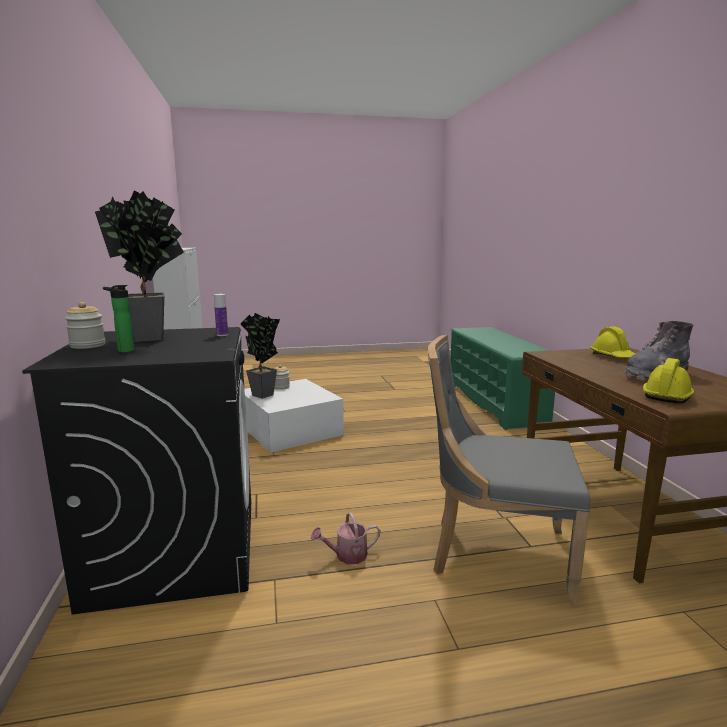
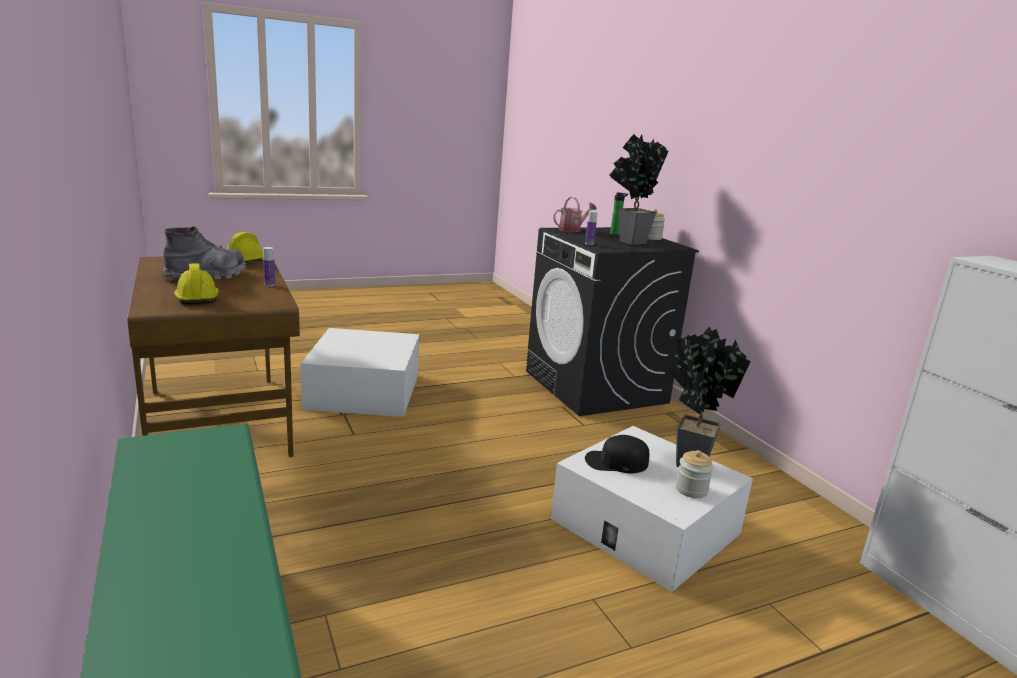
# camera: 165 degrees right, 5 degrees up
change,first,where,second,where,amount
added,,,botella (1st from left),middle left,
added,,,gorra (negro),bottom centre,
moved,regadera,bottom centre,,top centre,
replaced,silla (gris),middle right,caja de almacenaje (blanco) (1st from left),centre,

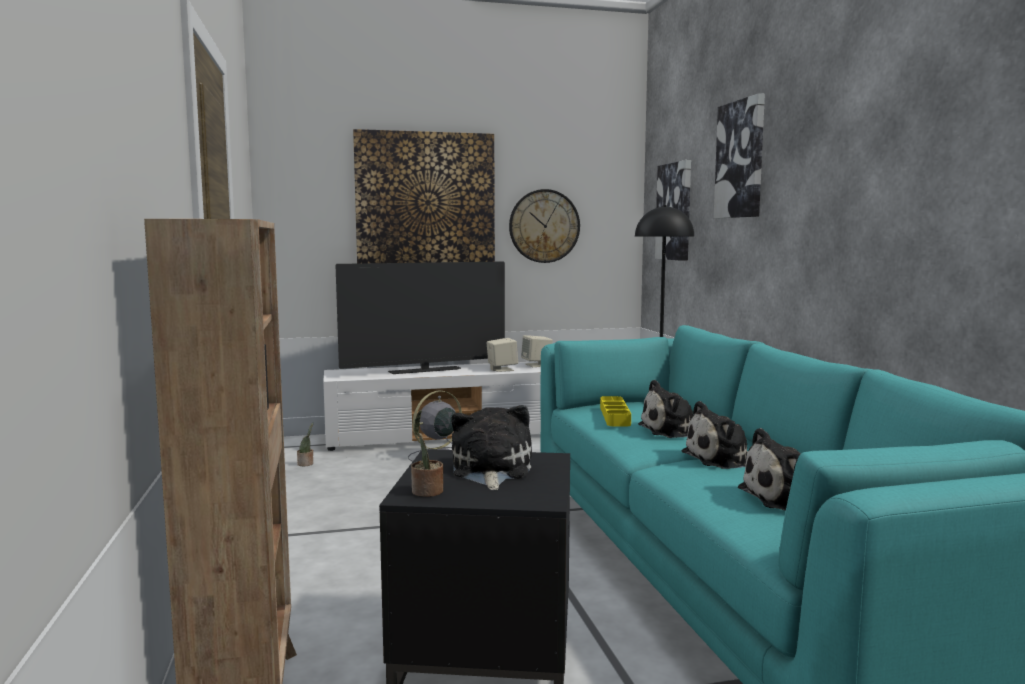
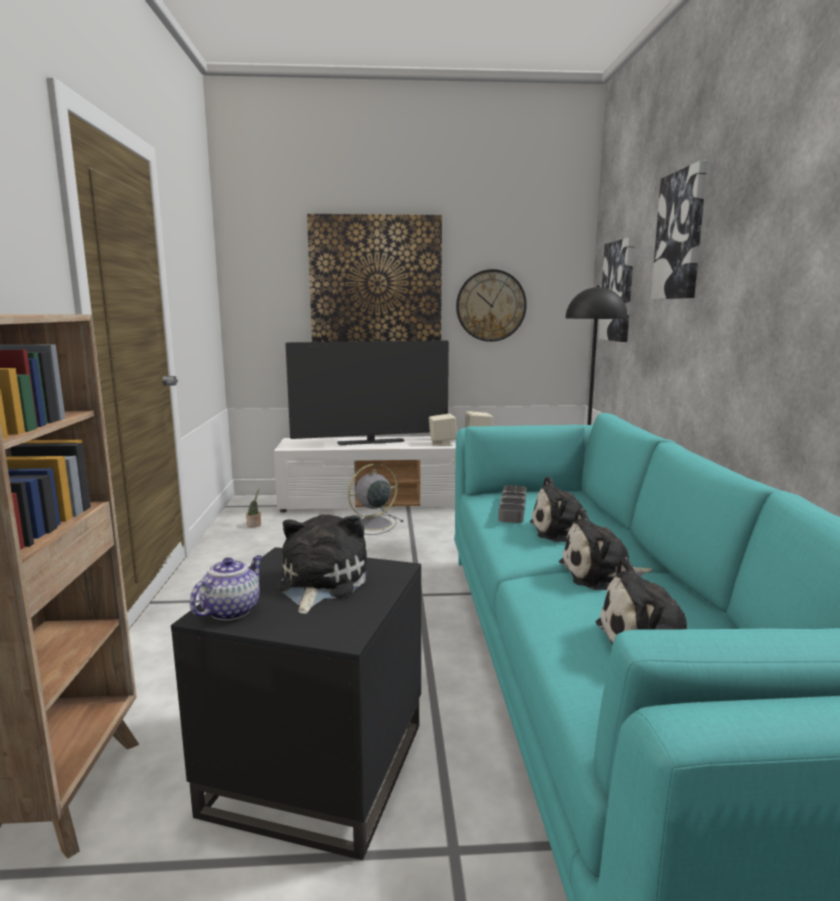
# camera: 10 degrees right, 5 degrees up
change,first,where,second,where,amount
replaced,planta en maceta (2nd from left),centre,tetera,middle left,
recoloured,bandeja (amarillo),centre,bandeja (gris),centre,

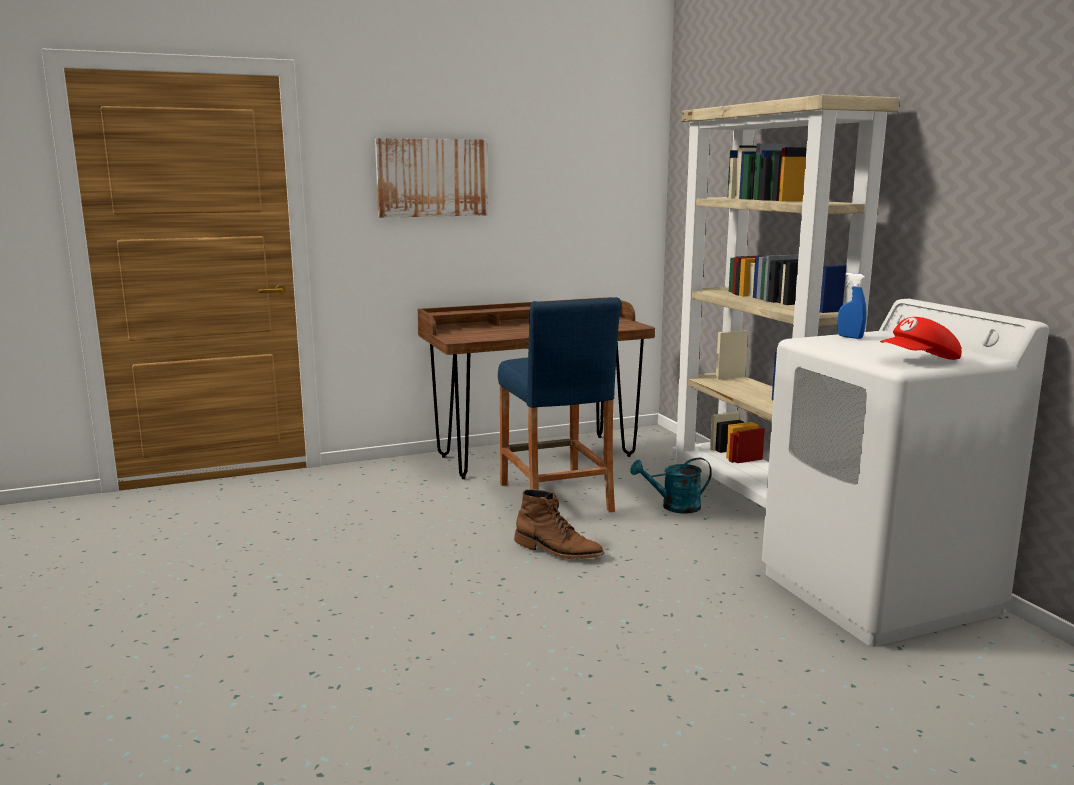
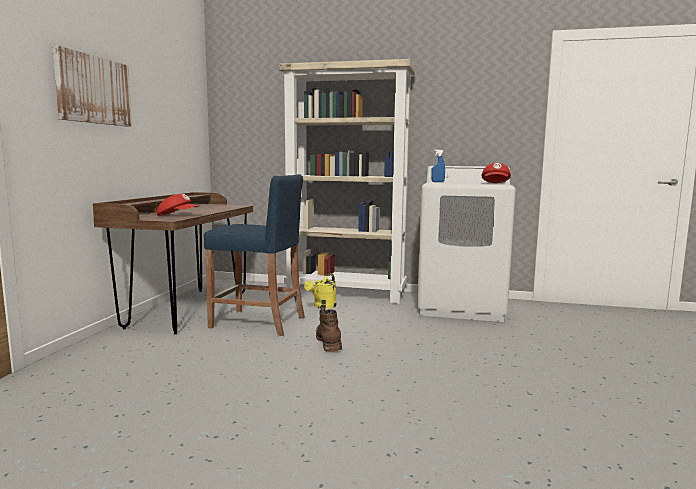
# camera: 55 degrees left, 5 degrees down
change,first,where,second,where,amount
added,,,gorra (rojo) (1st from left),middle left,
recoloured,regadera (turquesa),centre,regadera (amarillo),centre,
turned,bota (marrón),bottom centre,,bottom centre,75 degrees counterclockwise

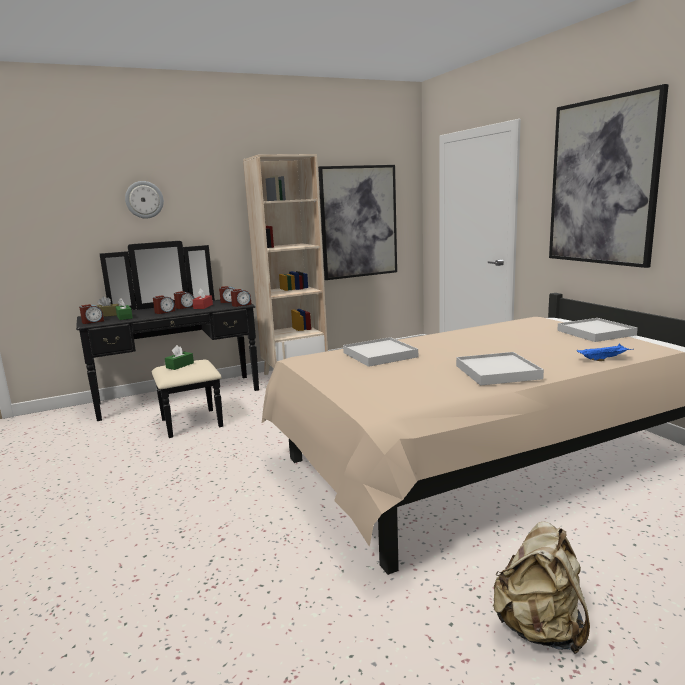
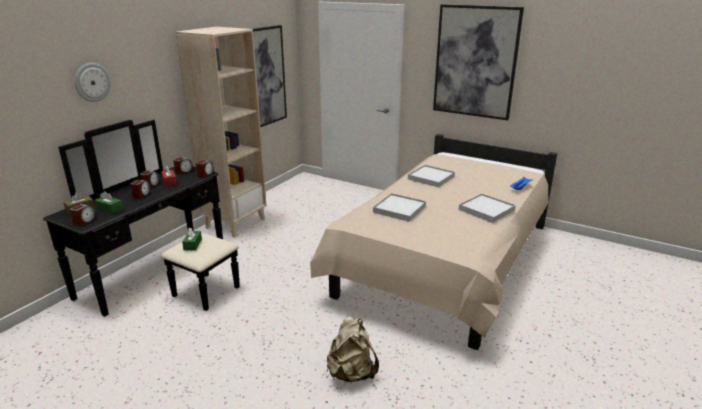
# camera: 35 degrees left, 10 degrees up
change,first,where,second,where,amount
moved,mochila (beis),bottom right,,bottom centre,
moved,bandeja (blanco) (3rd from left in the first image),middle right,bandeja (blanco) (2nd from left),centre,

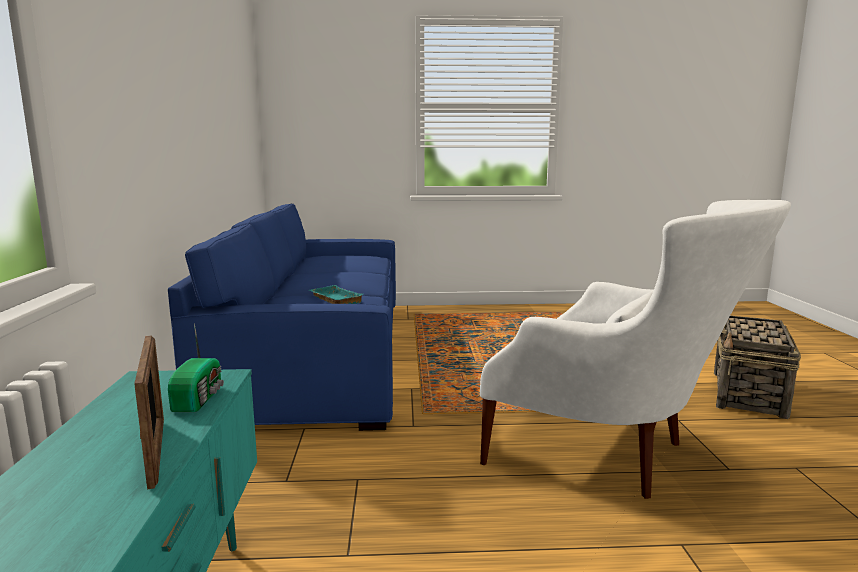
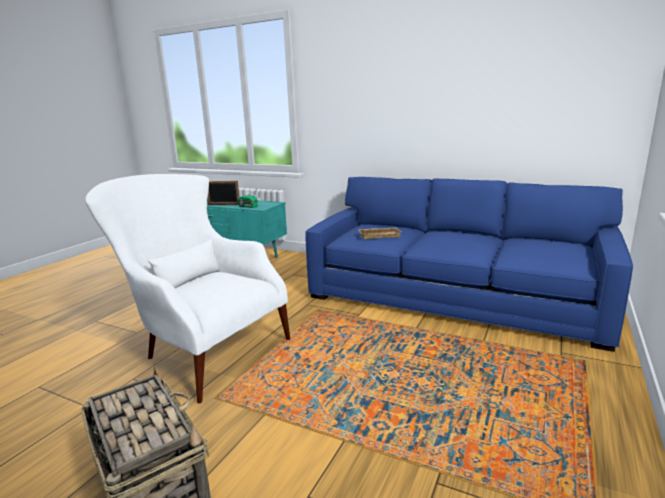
# camera: 120 degrees right, 5 degrees up
change,first,where,second,where,amount
recoloured,bandeja (turquesa),centre,bandeja (beis),centre,
turned,sillón (blanco),middle right,,middle left,60 degrees clockwise

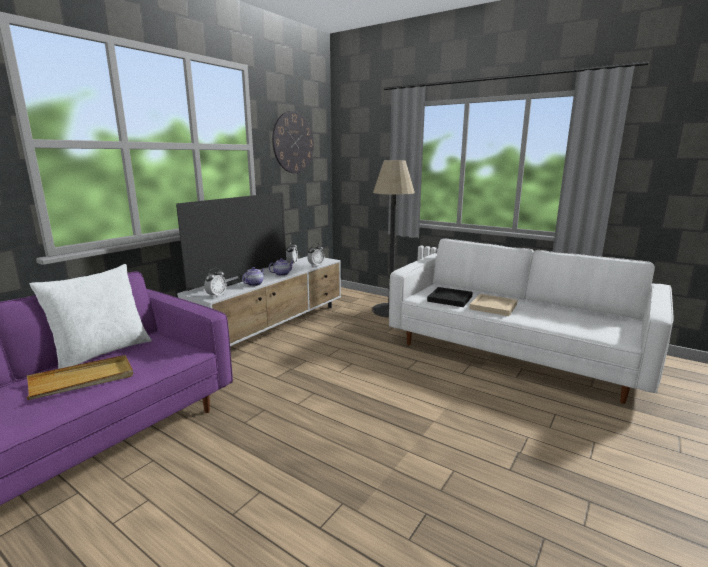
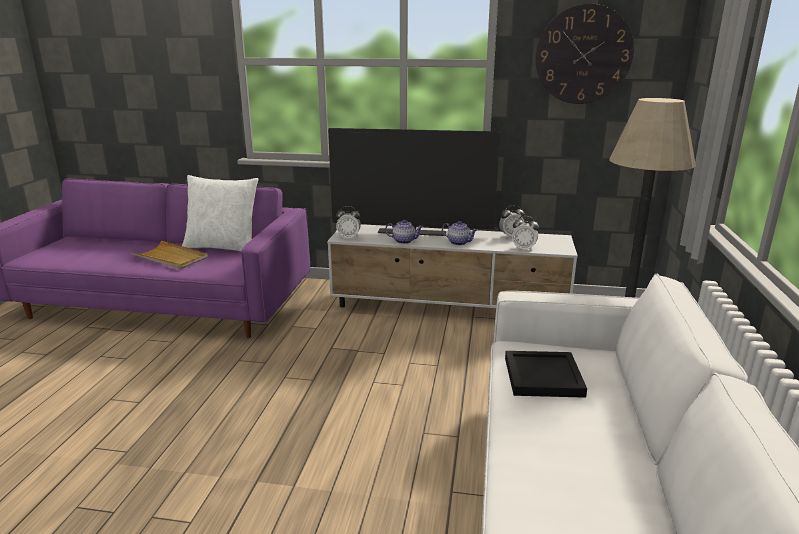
# camera: 65 degrees right, 5 degrees up
change,first,where,second,where,amount
removed,bandeja (beis) (2nd from left),middle right,,,

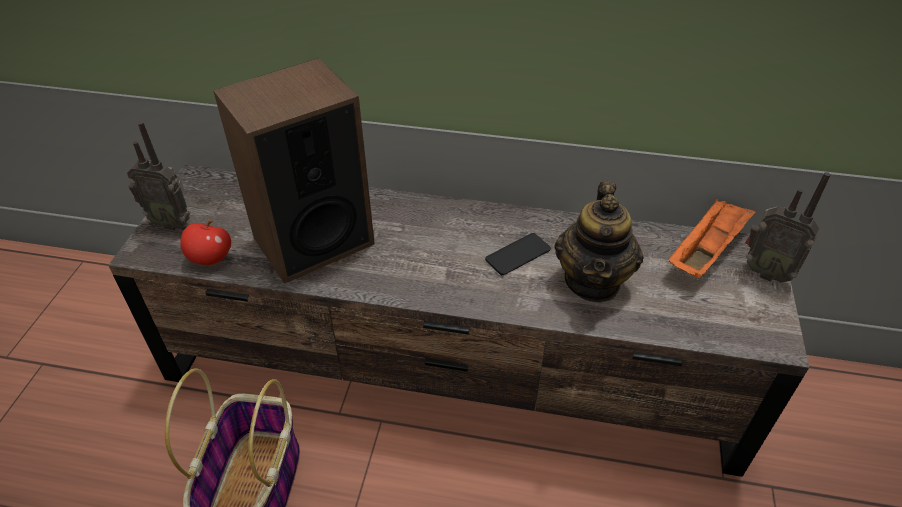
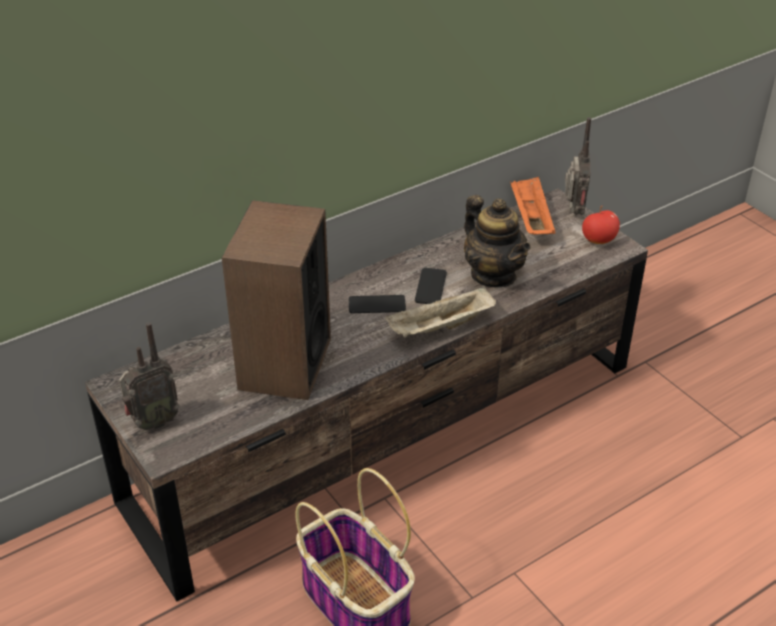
# camera: 45 degrees left, 5 degrees down
change,first,where,second,where,amount
added,,,móvil (1st from left),centre,
added,,,bandeja (beis),centre,
moved,manzana,middle left,,middle right,
turned,radio (2nd from left),middle right,,top right,75 degrees counterclockwise

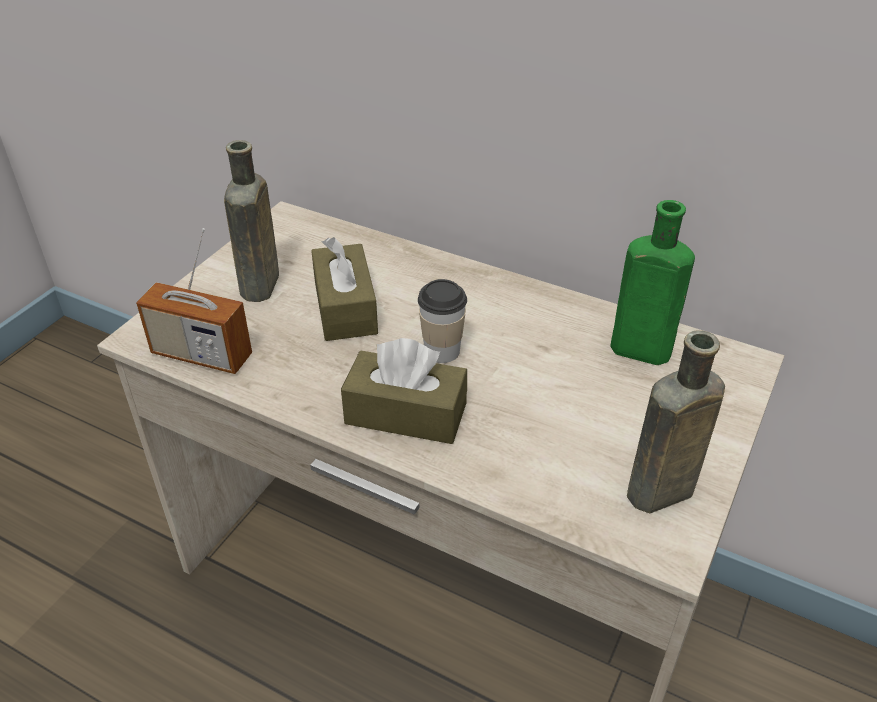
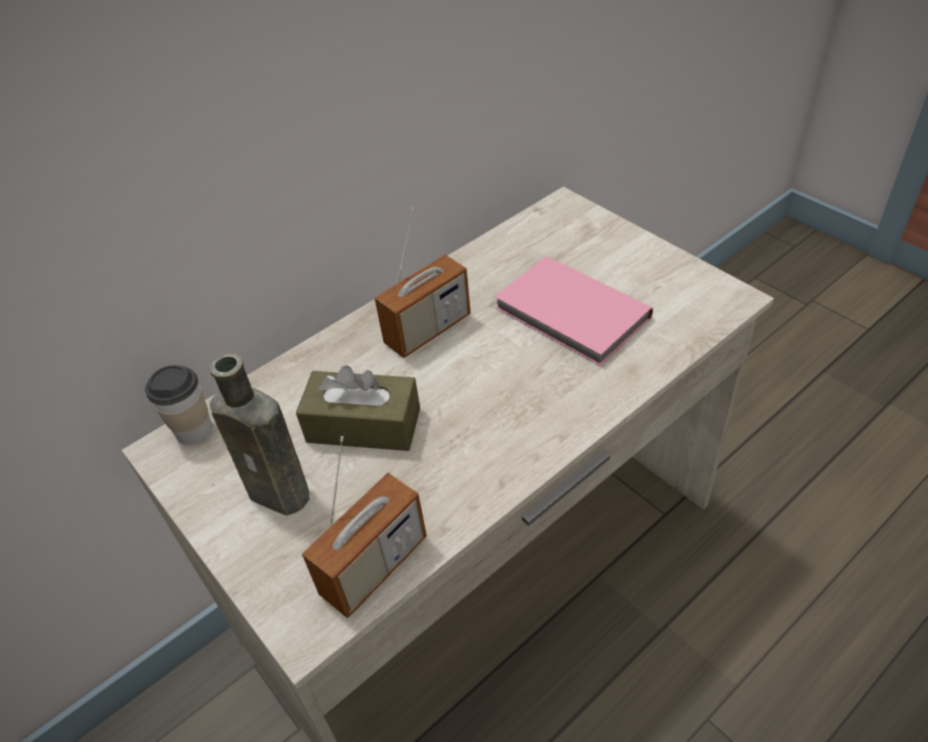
# camera: 65 degrees left, 5 degrees up
change,first,where,second,where,amount
removed,caja de pañuelos (marrón) (2nd from left),centre,,,
removed,botella (verde),middle right,,,
removed,botella (marrón) (2nd from left),middle right,,,
added,,,radio (2nd from left),centre,
added,,,libro (rosa),centre,
moved,taza,centre,,middle left,

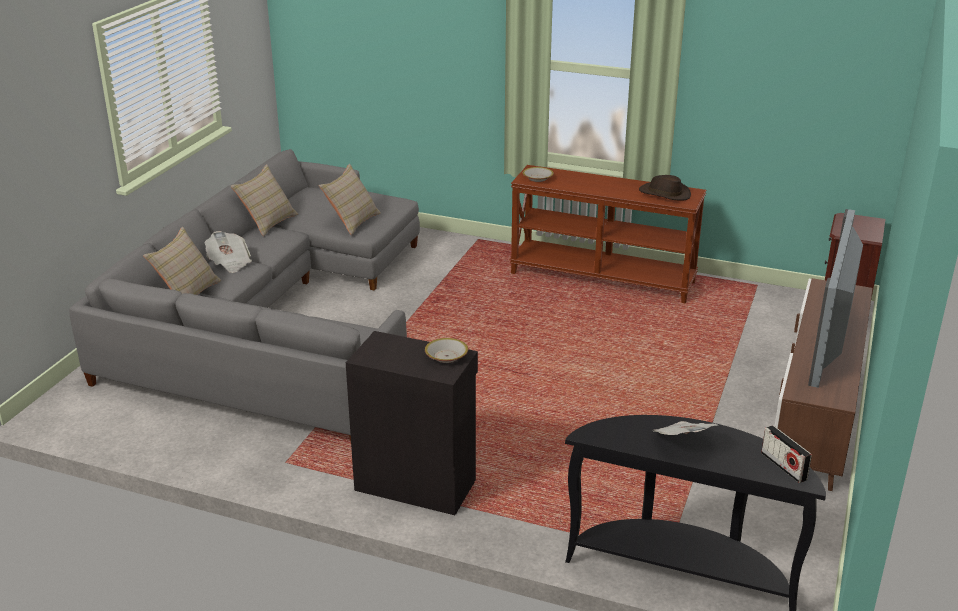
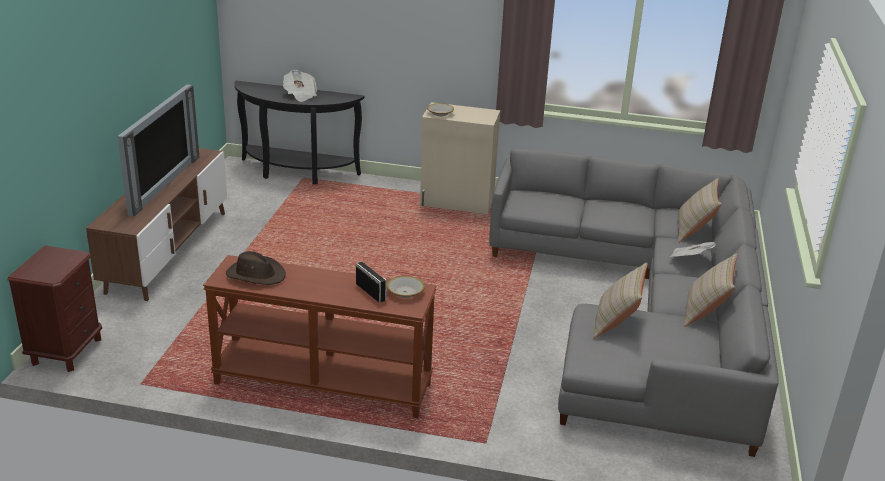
# camera: 170 degrees right, 0 degrees up
change,first,where,second,where,amount
moved,radio,bottom right,,centre,
recoloured,armario (negro),bottom centre,armario (beis),top centre,

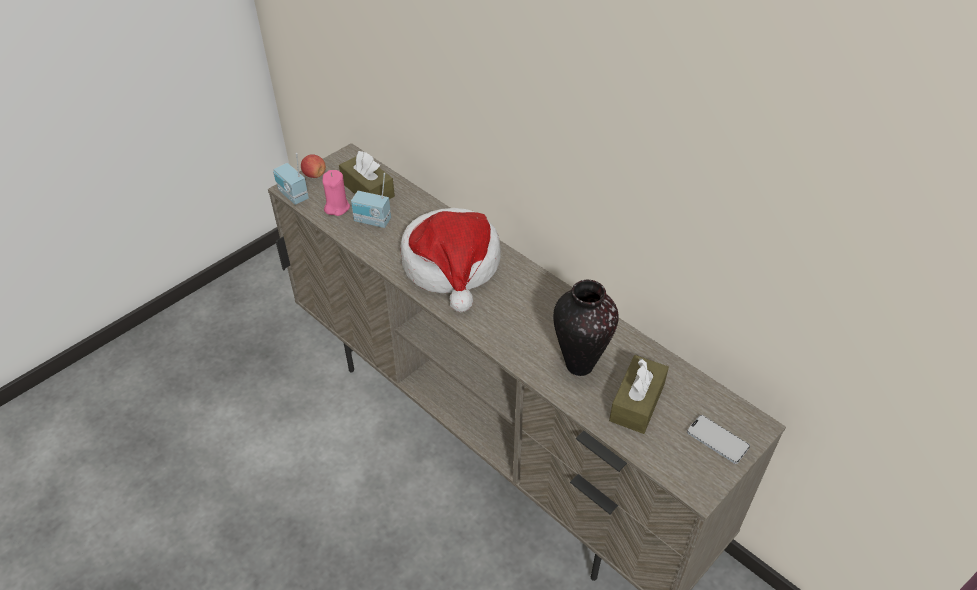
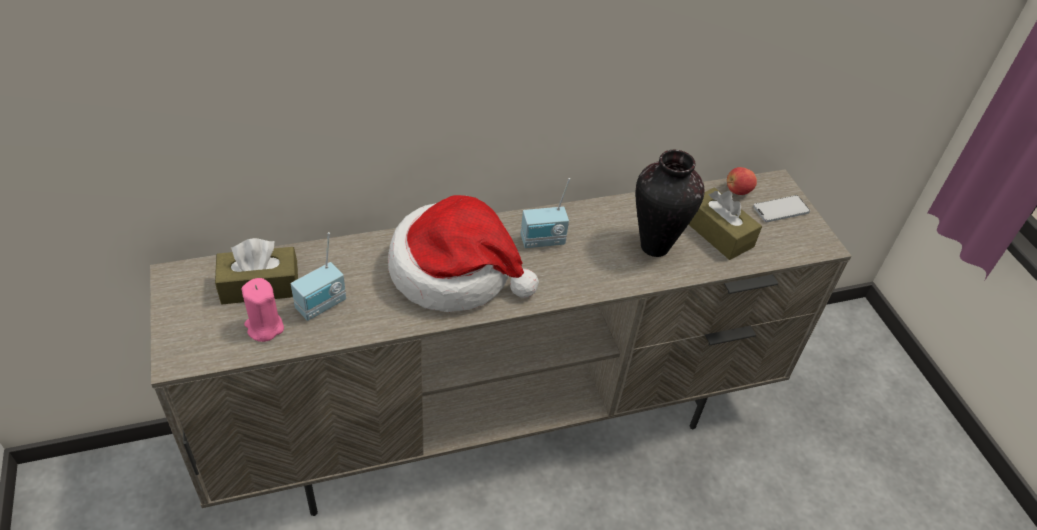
# camera: 65 degrees left, 0 degrees up
change,first,where,second,where,amount
moved,radio (1st from left in the first image),top left,radio (2nd from left),centre,
moved,manzana,top left,,middle right,

